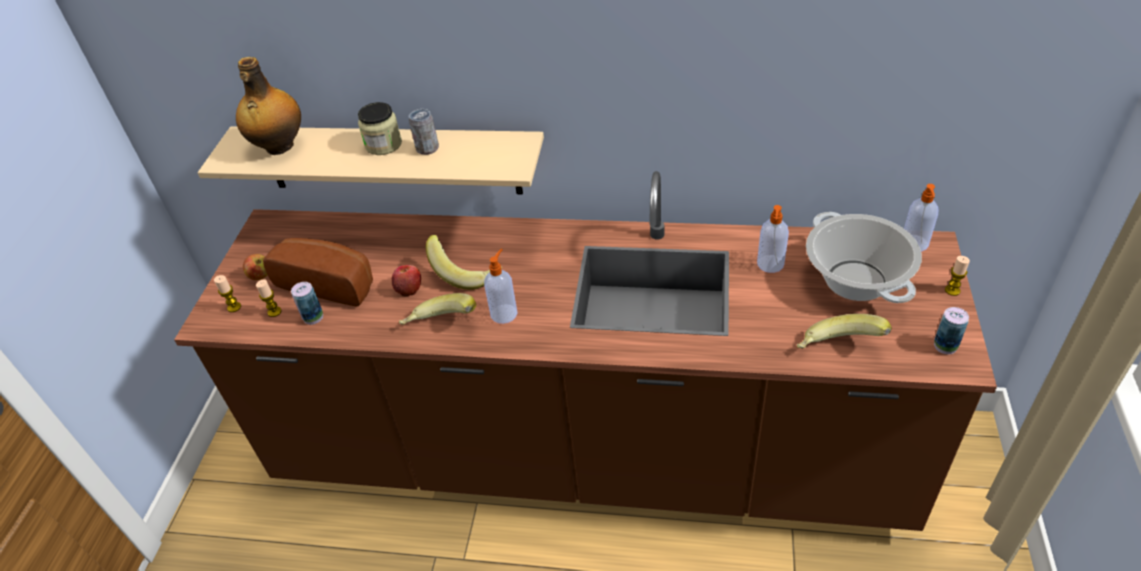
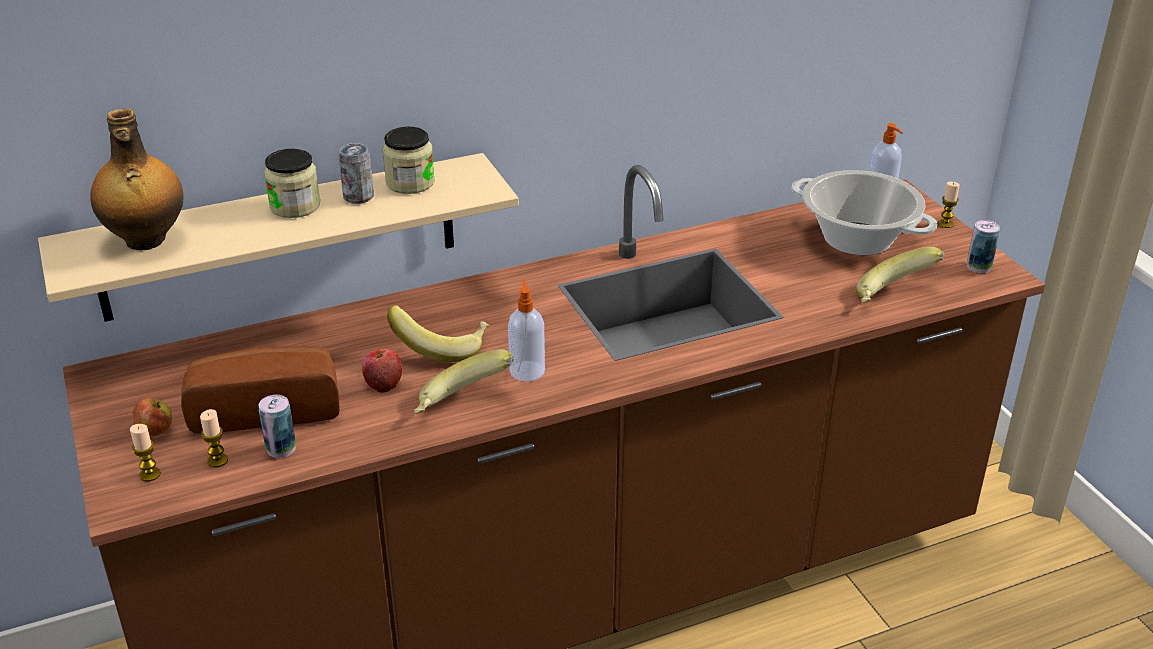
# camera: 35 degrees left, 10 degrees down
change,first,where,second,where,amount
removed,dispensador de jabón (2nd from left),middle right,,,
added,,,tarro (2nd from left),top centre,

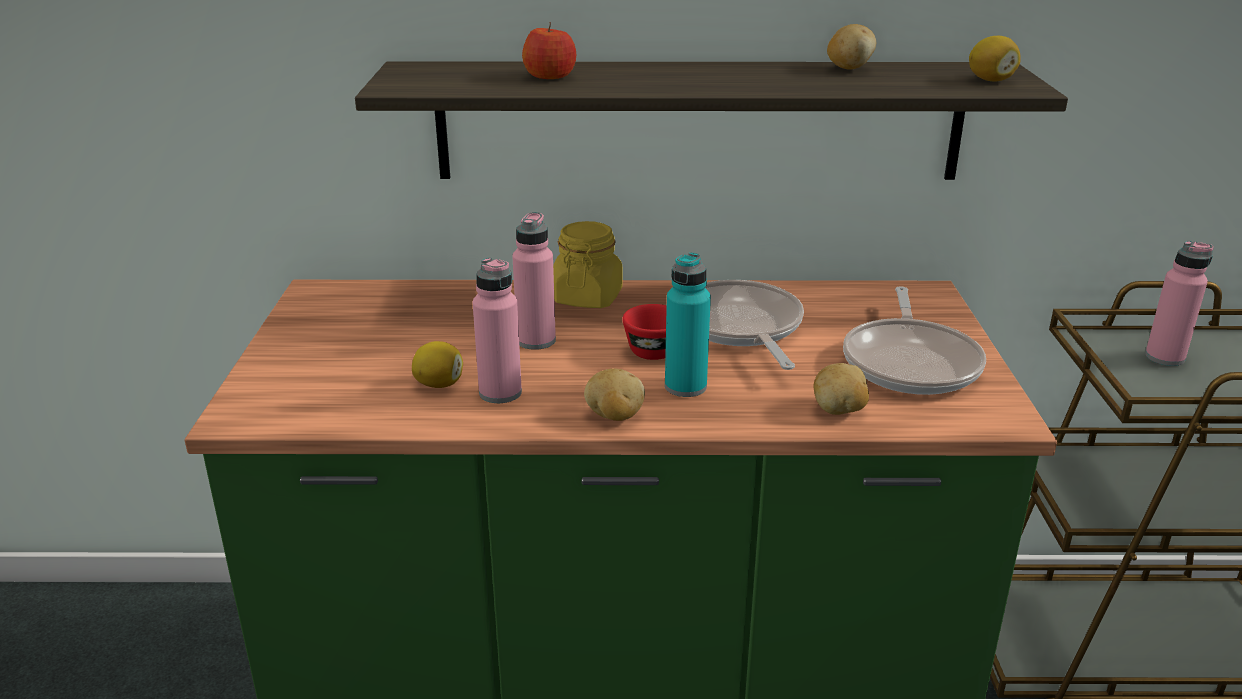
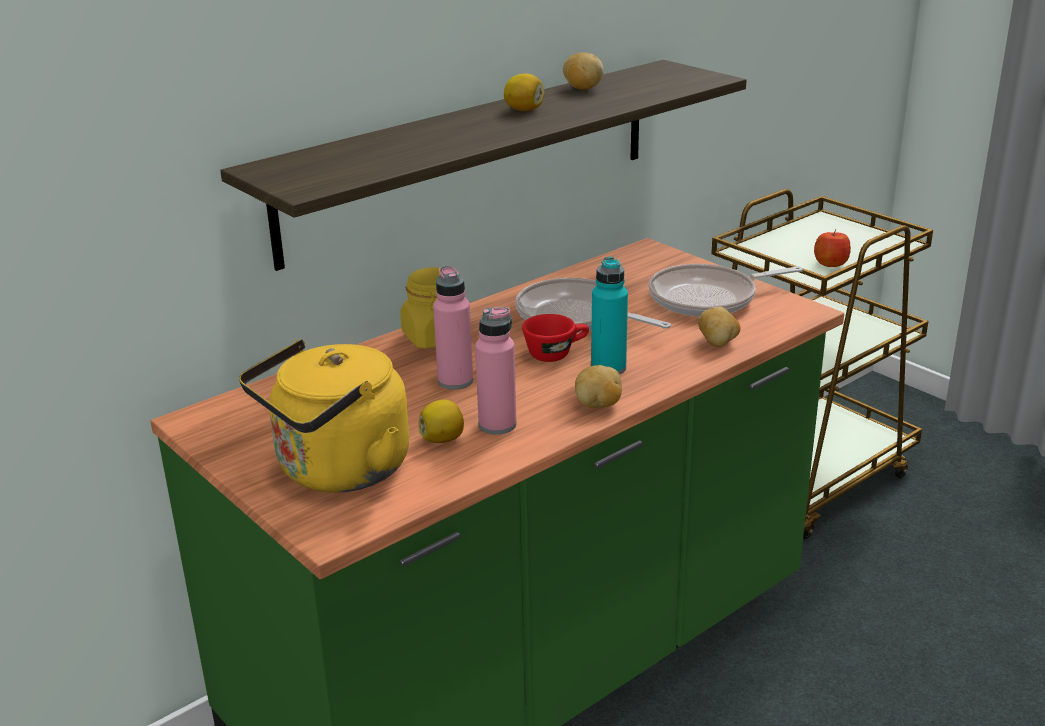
# camera: 40 degrees left, 0 degrees up
change,first,where,second,where,amount
removed,botella (rosa) (3rd from left),middle right,,,
added,,,hervidor (amarillo),middle left,
moved,manzana,top centre,,middle right,
moved,limón (2nd from left),top right,,top centre,
turned,sartén (2nd from left),middle right,,middle right,105 degrees clockwise

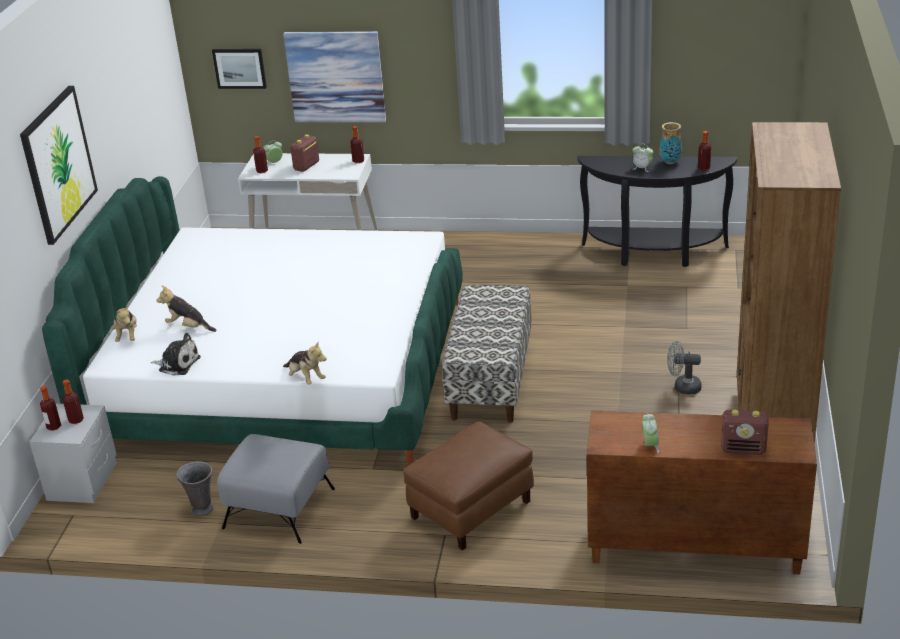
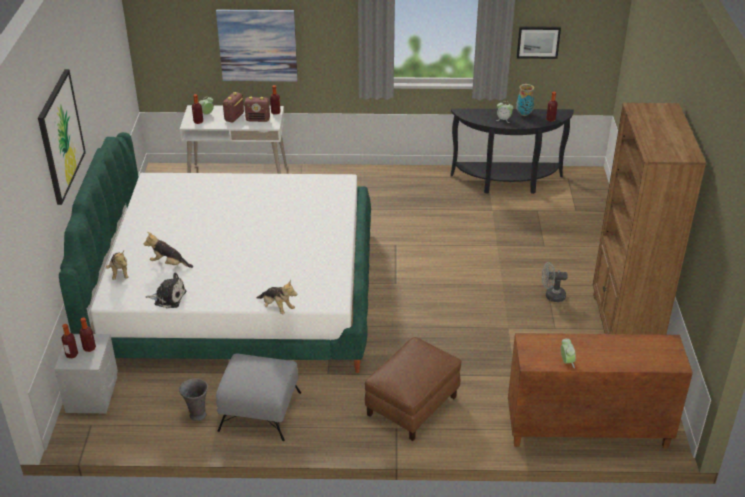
# camera: 10 degrees left, 5 degrees up
change,first,where,second,where,amount
removed,banco,centre,,,
moved,cuadro (2nd from left in the first image),top left,cuadro (3rd from left),top right,
moved,radio (2nd from left),bottom right,,top centre,

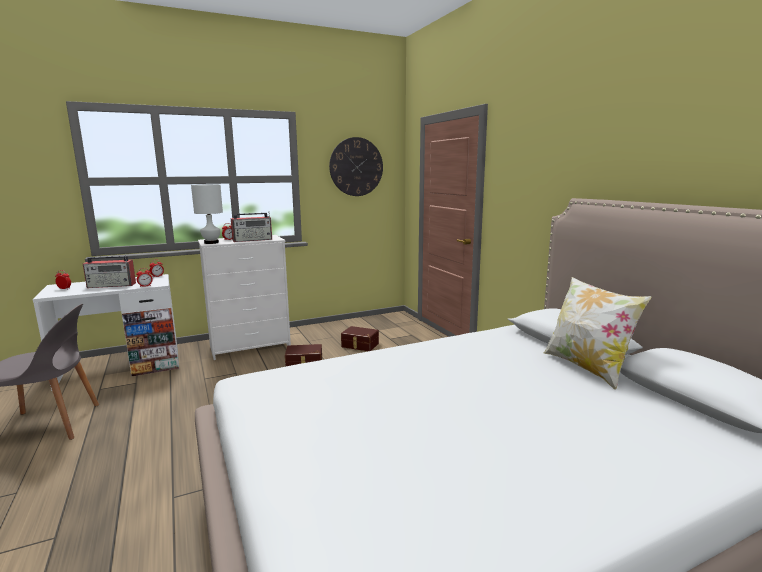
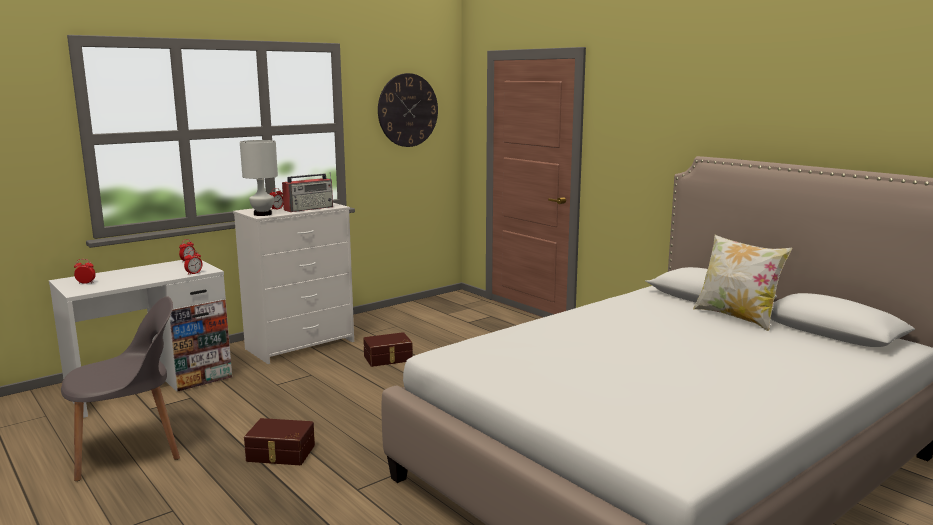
# camera: 15 degrees left, 0 degrees up
change,first,where,second,where,amount
removed,radio (1st from left),middle left,,,
moved,caja de almacenaje (marrón) (2nd from left in the first image),centre,caja de almacenaje (marrón) (1st from left),bottom left,

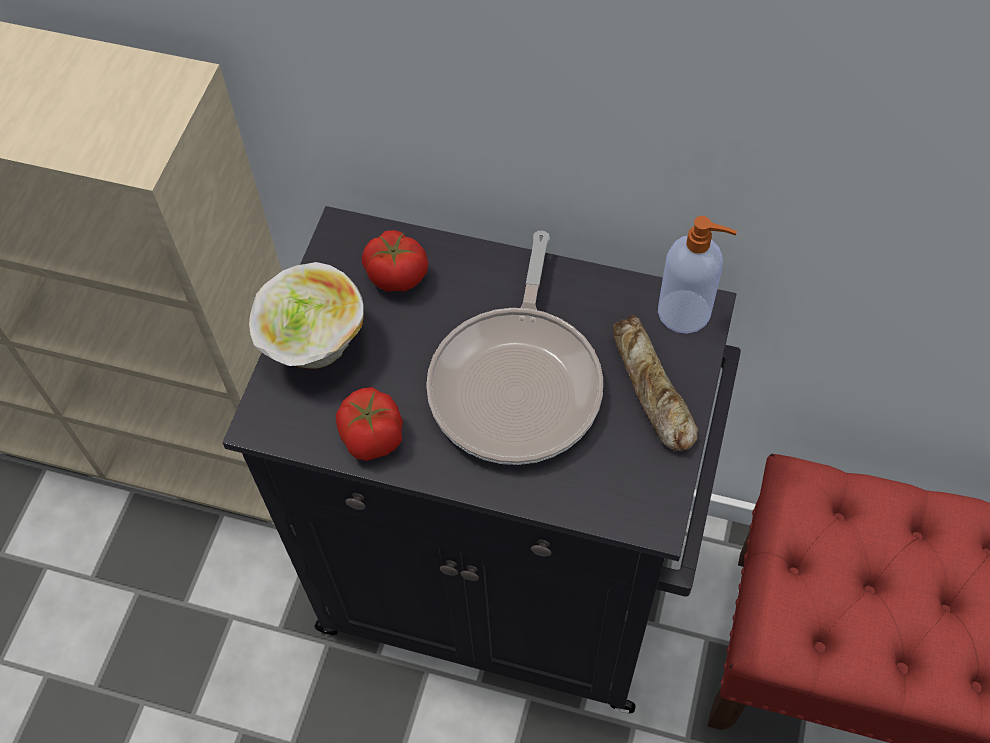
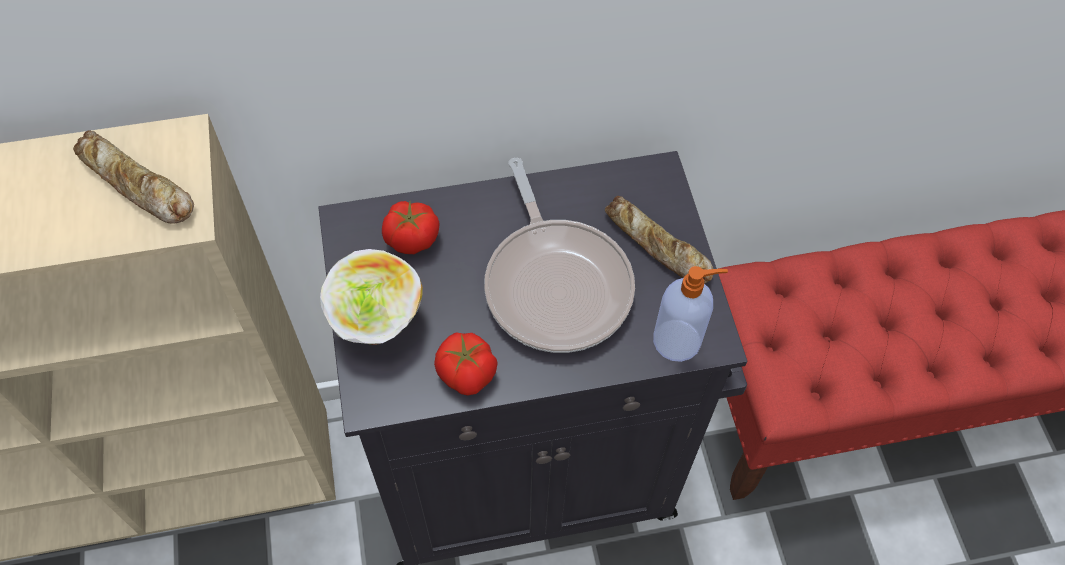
# camera: 30 degrees left, 0 degrees up
change,first,where,second,where,amount
added,,,pan (1st from left),top left,
moved,dispensador de jabón,middle right,,centre,

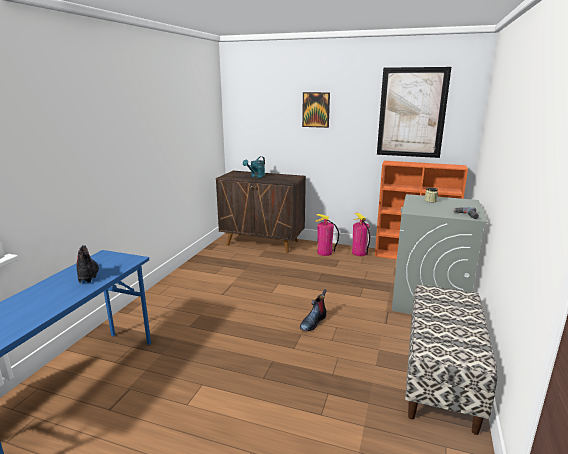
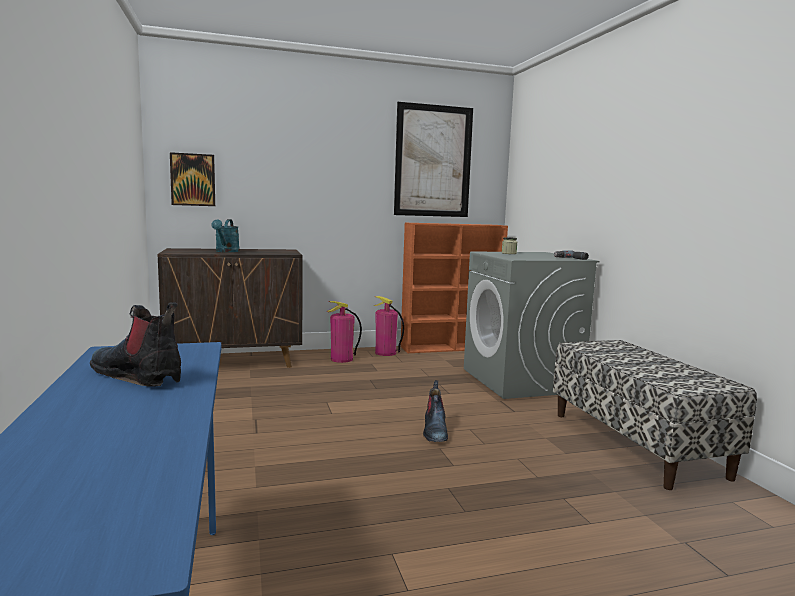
# camera: 35 degrees left, 10 degrees down
change,first,where,second,where,amount
moved,cuadro (1st from left),top centre,,top left,

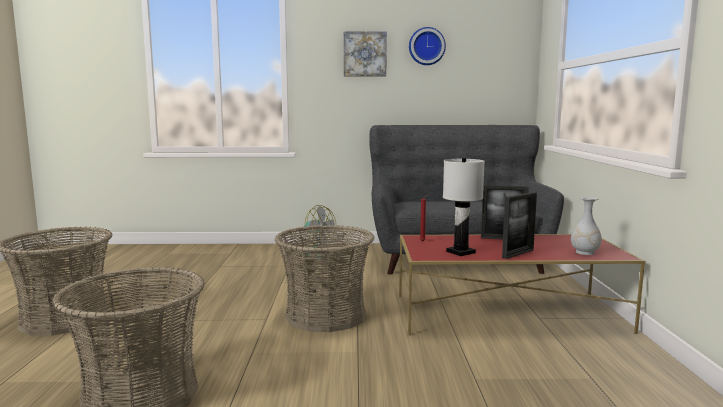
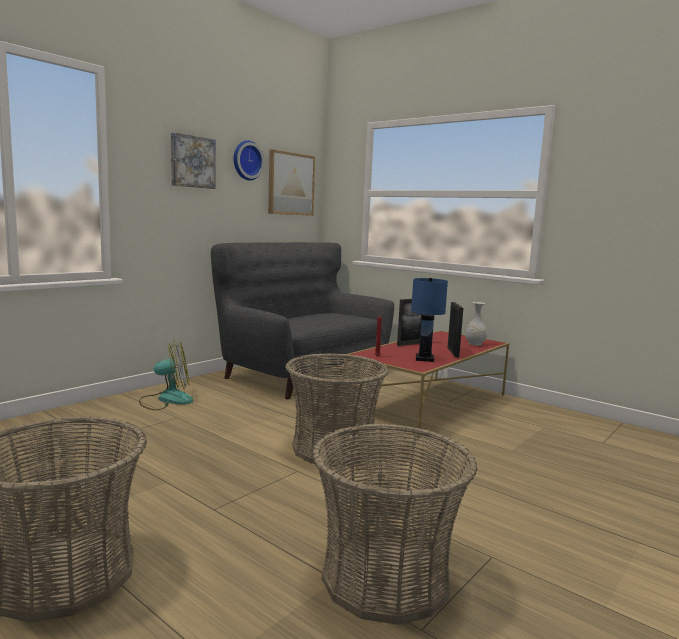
# camera: 50 degrees left, 0 degrees up
change,first,where,second,where,amount
added,,,cuadro (2nd from left),top centre,
recoloured,lámpara de mesa (blanco),centre,lámpara de mesa (azul),centre,

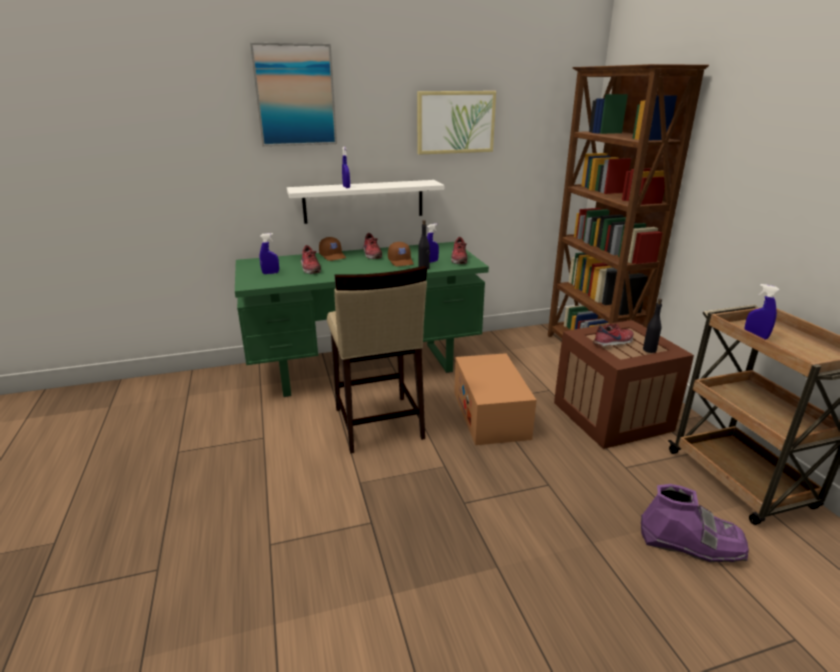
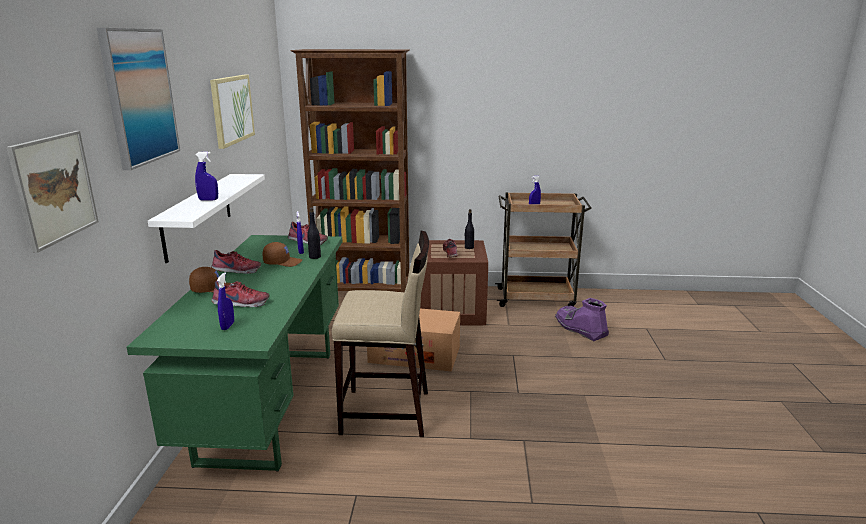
# camera: 70 degrees left, 5 degrees down
change,first,where,second,where,amount
added,,,cuadro (1st from left),middle left,
turned,bota (morado),bottom right,,middle right,75 degrees counterclockwise

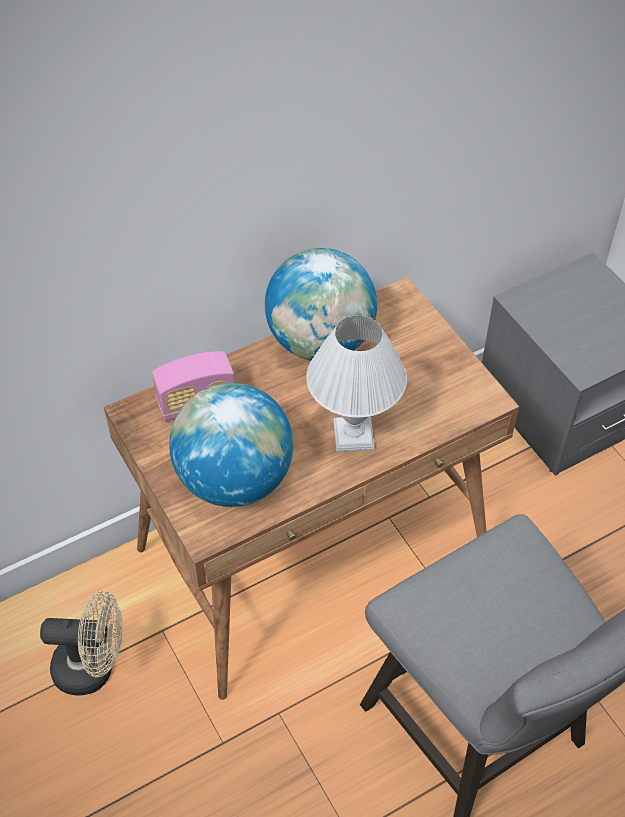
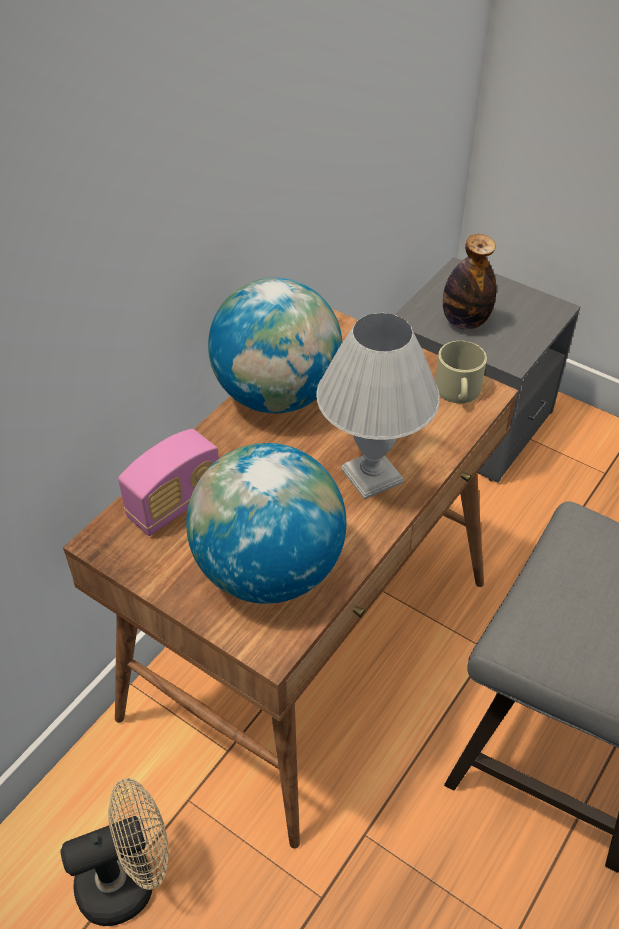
# camera: 25 degrees left, 5 degrees down
change,first,where,second,where,amount
added,,,taza grande (beis),middle right,
added,,,botella,top right,

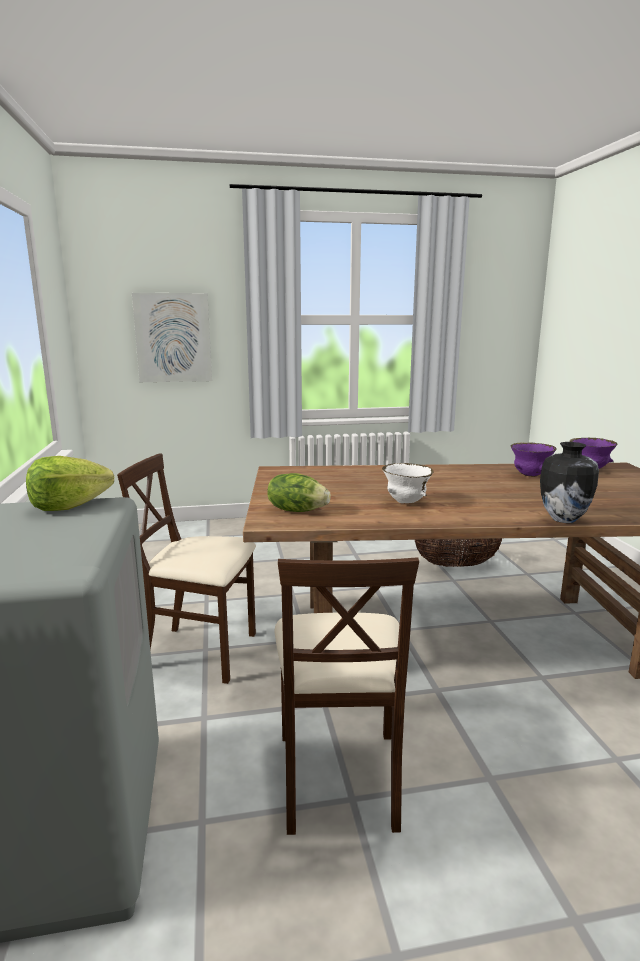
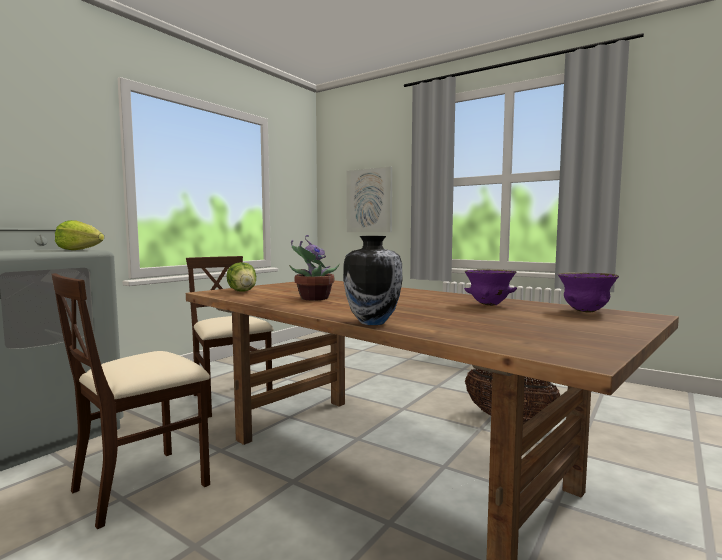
# camera: 45 degrees right, 10 degrees down
change,first,where,second,where,amount
replaced,cuenco (blanco),centre,planta en maceta,centre,

